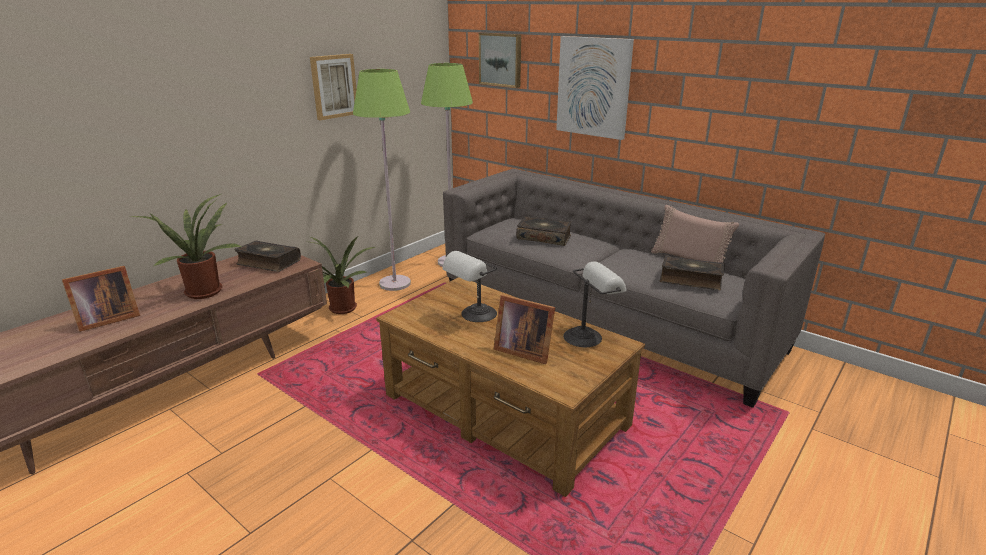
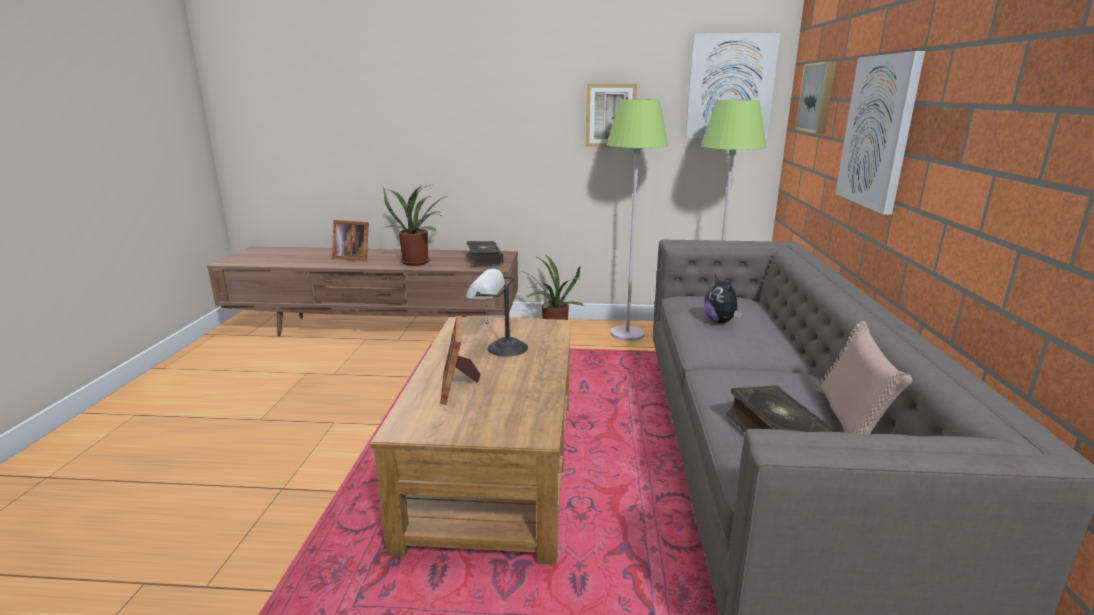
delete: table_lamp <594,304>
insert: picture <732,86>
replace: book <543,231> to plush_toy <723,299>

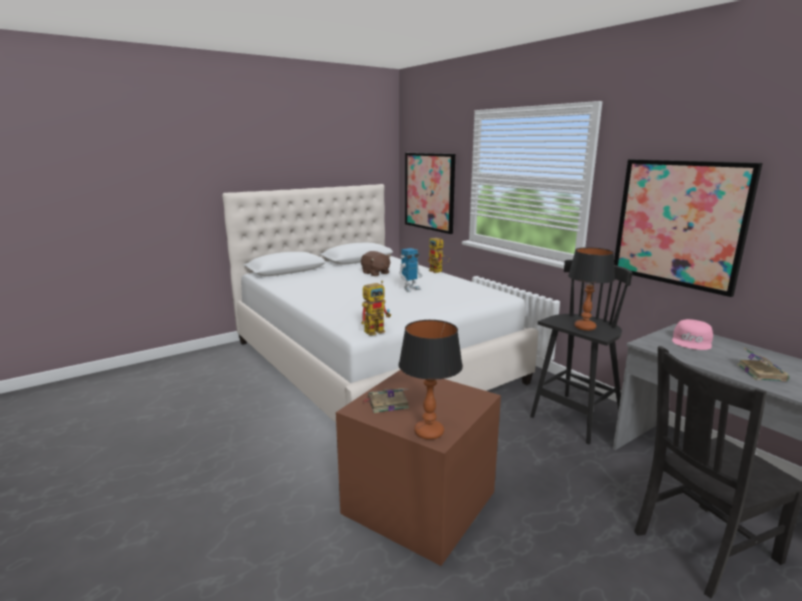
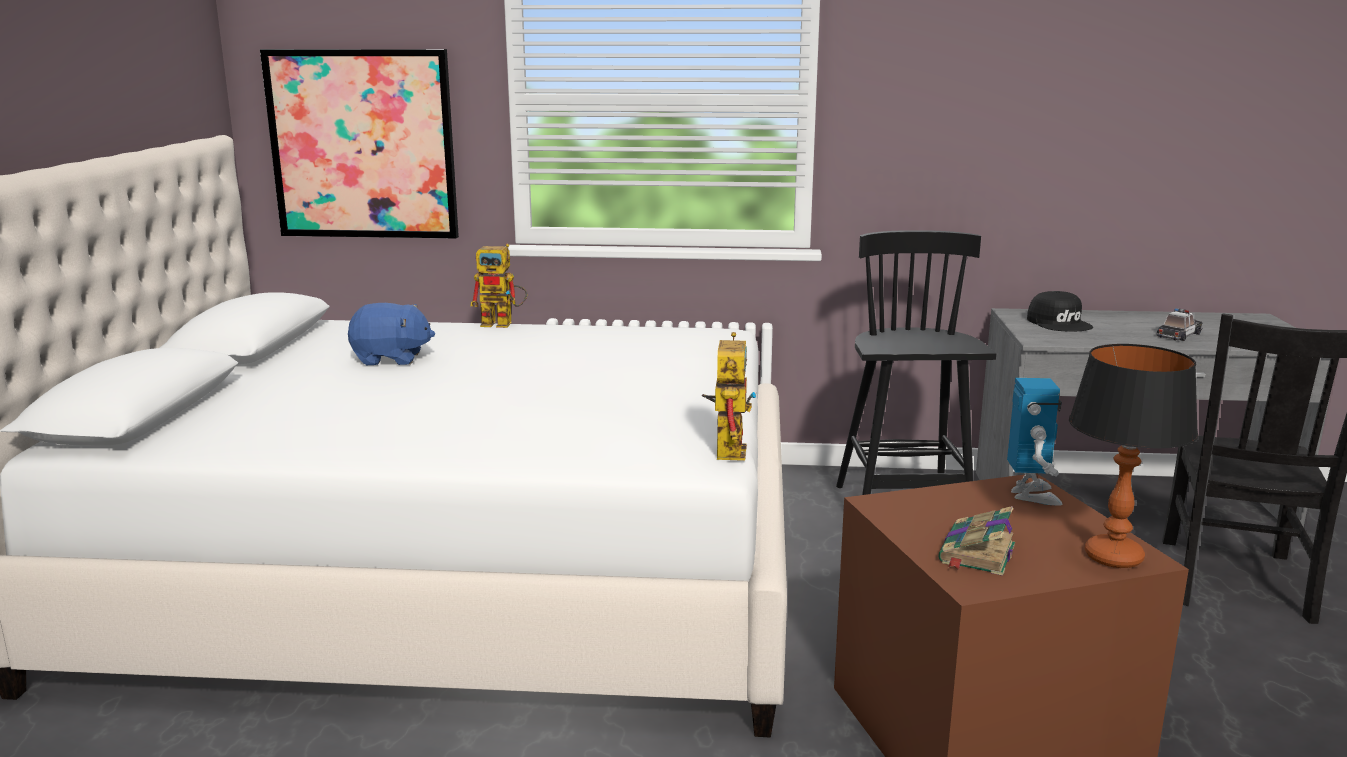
delete: picture <688,228>; table_lamp <591,289>
move: toy_robot <411,270> to <1035,442>
replace: book <763,364> to toy_car <1180,324>
recolor: brown_plush_toy <376,263> to blue_plush_toy <391,334>; pink_cap <692,334> to black_cap <1060,311>

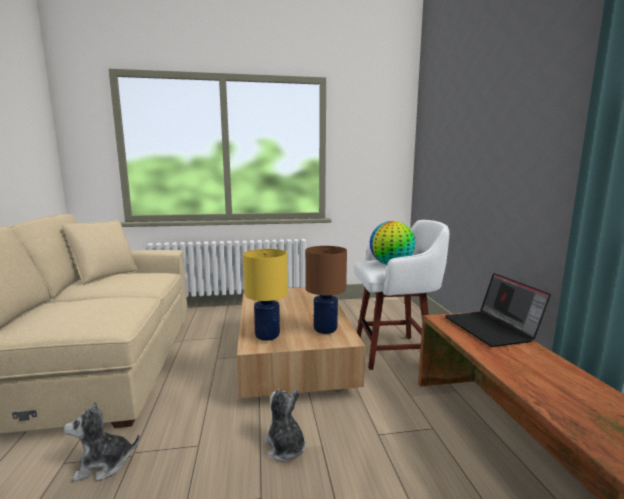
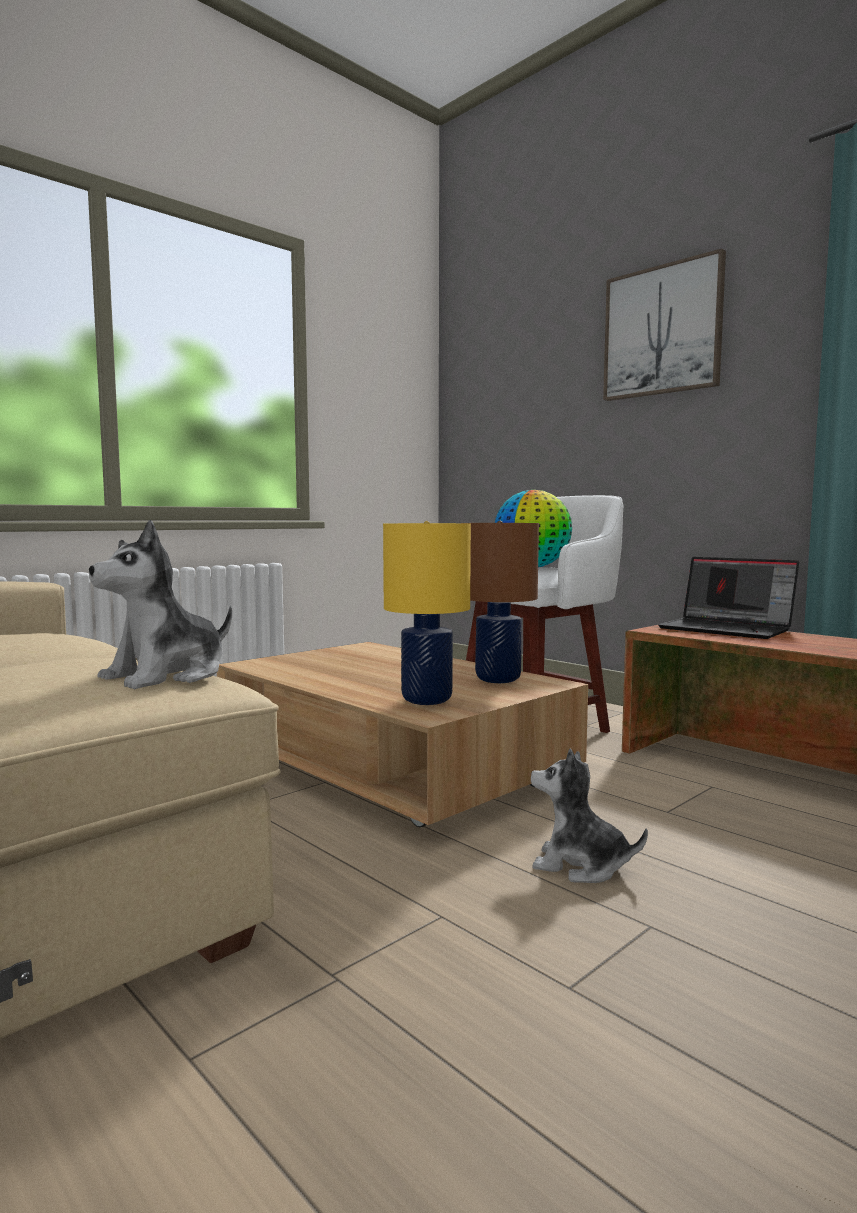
insert: picture <664,324>
move: plush_toy <102,442> to <160,605>

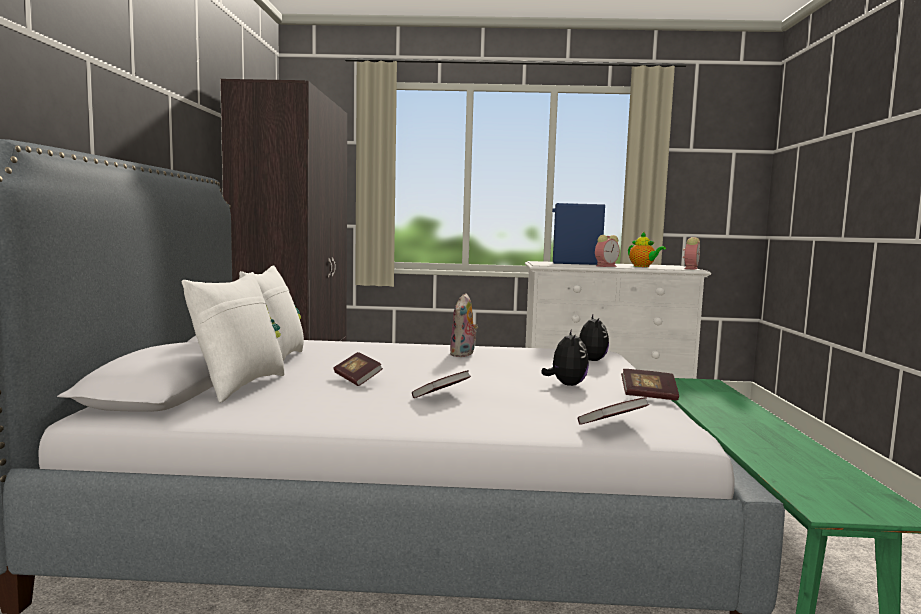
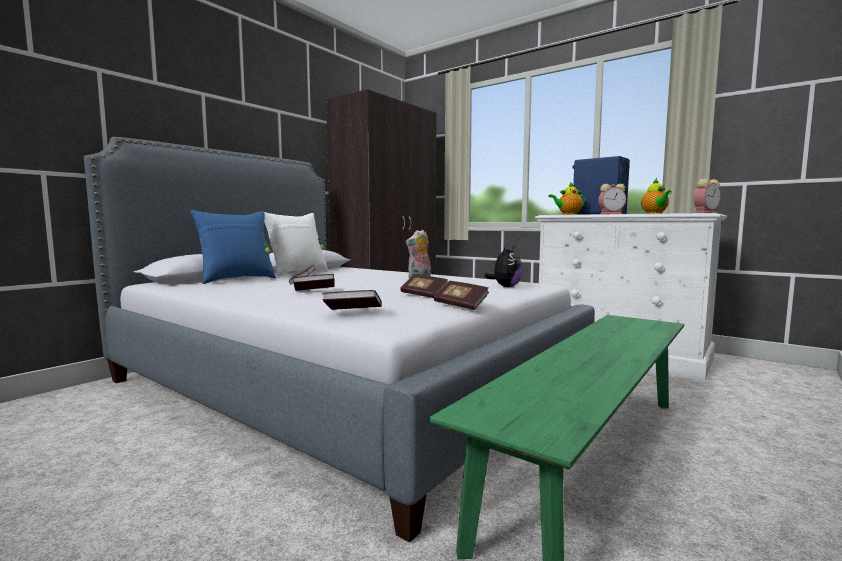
insert: teapot <566,198>
replace: plush_toy <565,357> to book <424,286>
recolor: white_pillow <232,337> to blue_pillow <233,247>

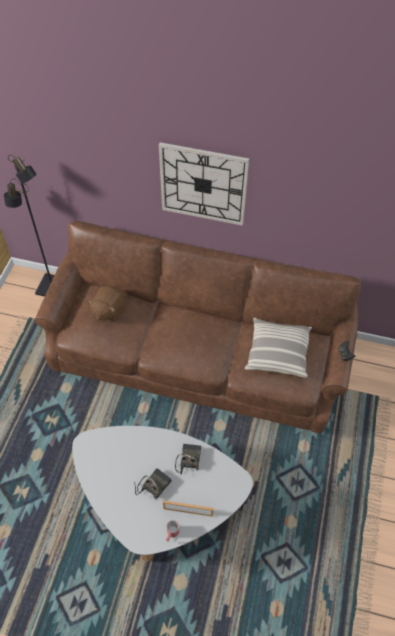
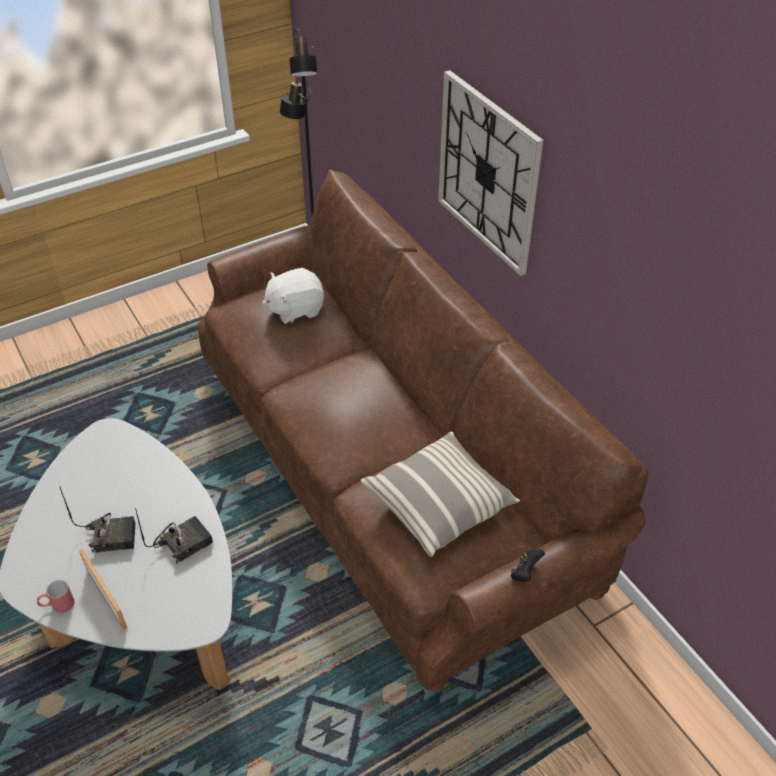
recolor: brown_plush_toy <106,304> to white_plush_toy <293,296>

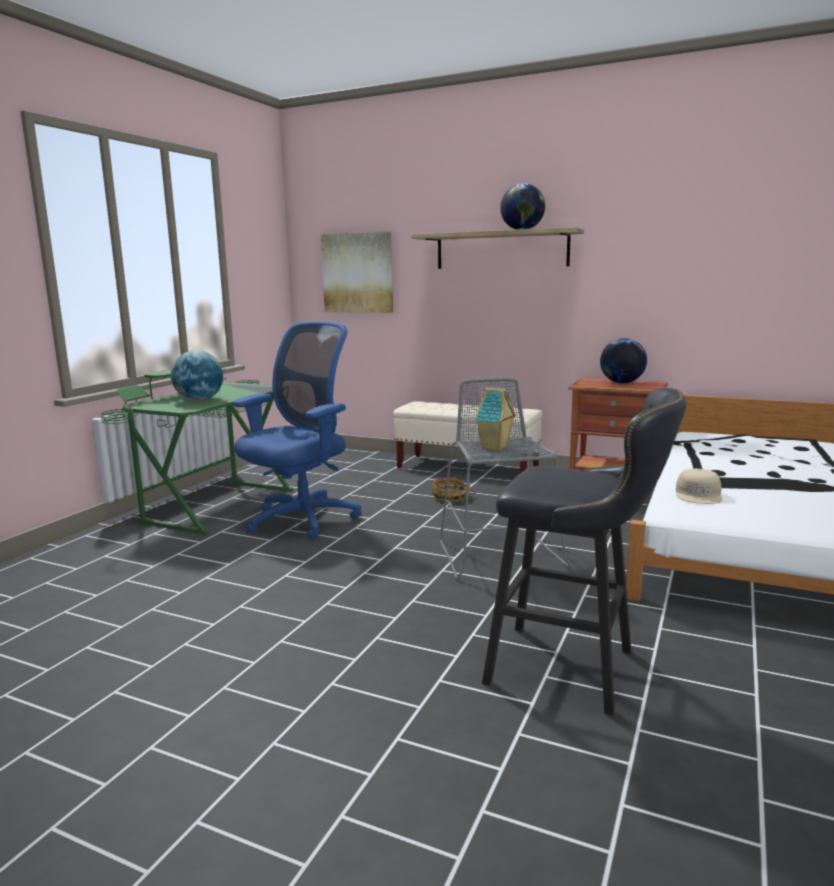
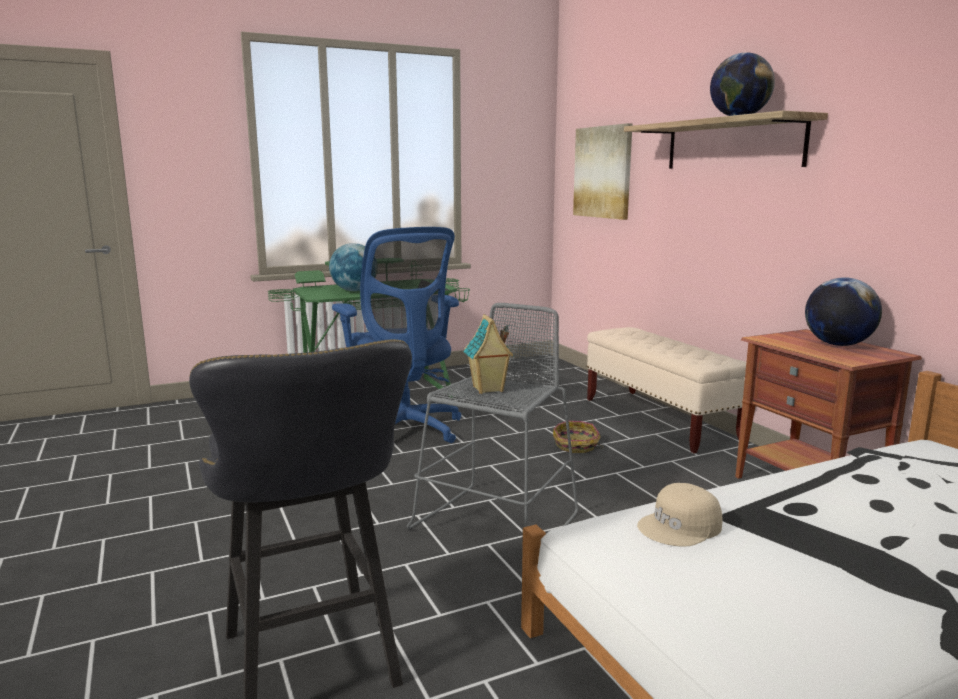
rotate: blue_office_chair <297,430> = <396,335> 75 degrees clockwise

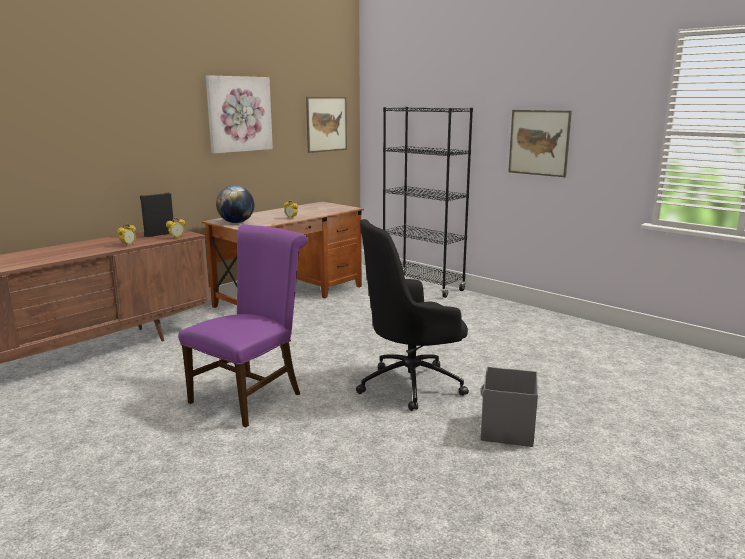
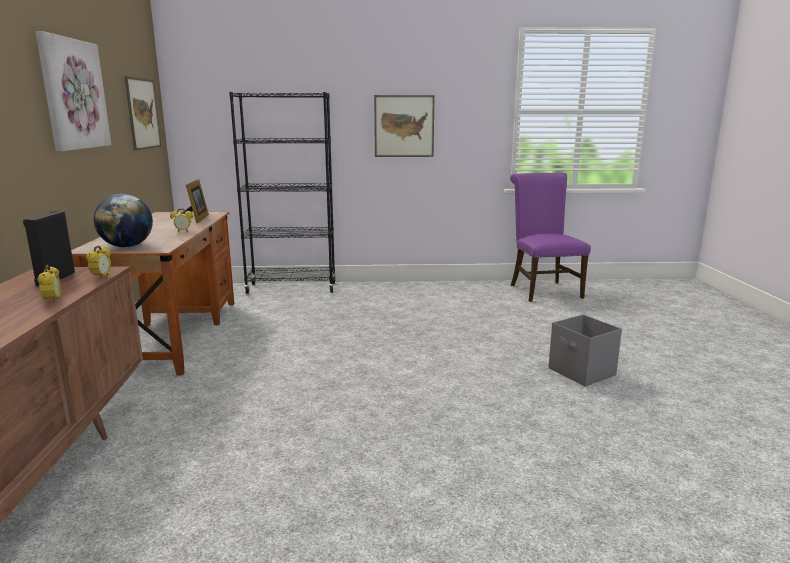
delete: black_office_chair <412,315>
insert: picture_frame <195,201>
move: purple_chair <243,325> to <550,237>

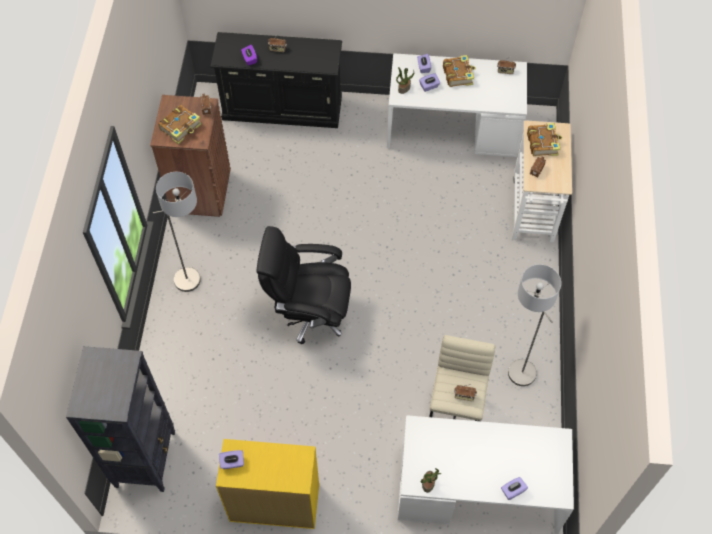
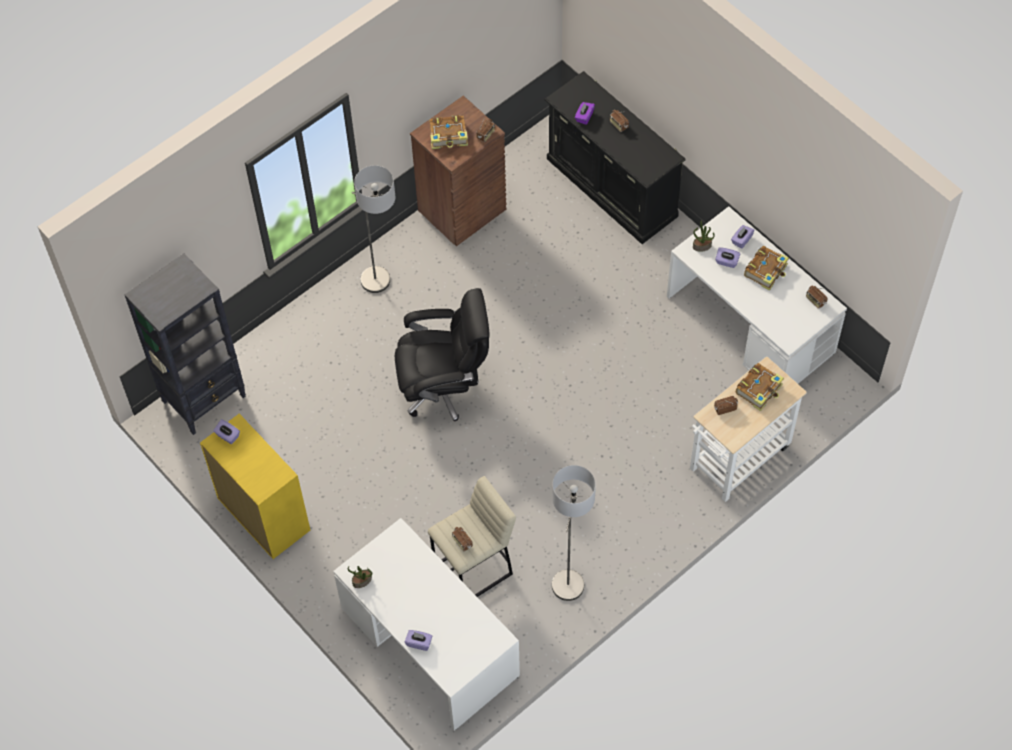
rotate: black_office_chair <304,285> = <442,354> 120 degrees clockwise

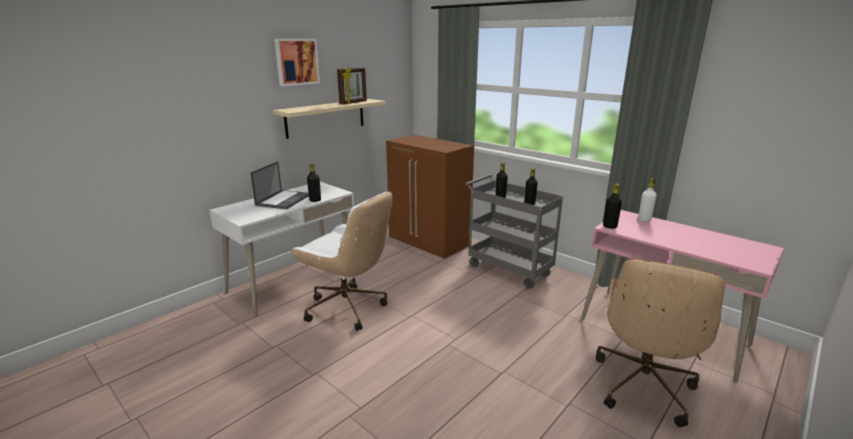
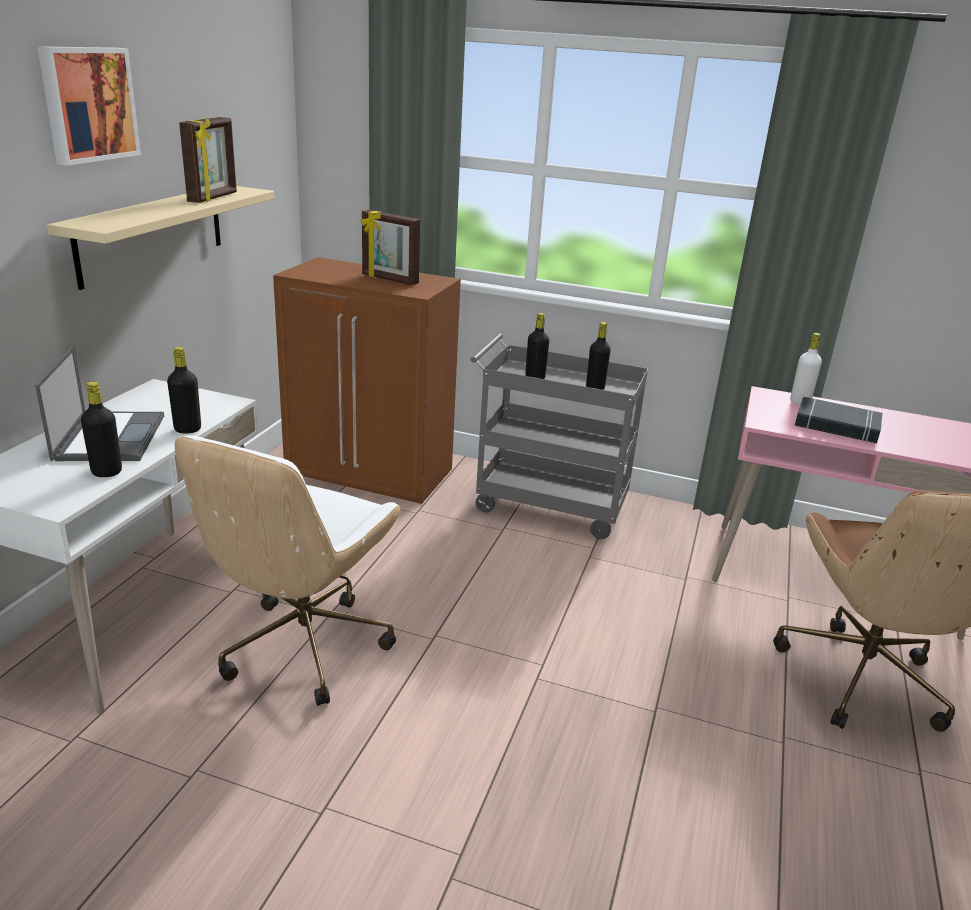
insert: picture_frame <390,247>; black_book <839,420>
move: black_bottle <612,206> to <101,429>
rotate: white_office_chair <342,261> = <287,570> 105 degrees clockwise

